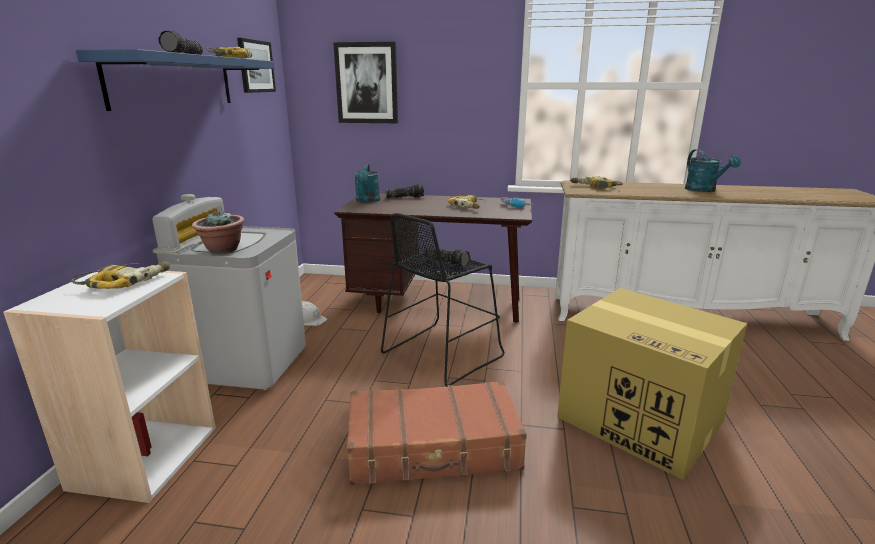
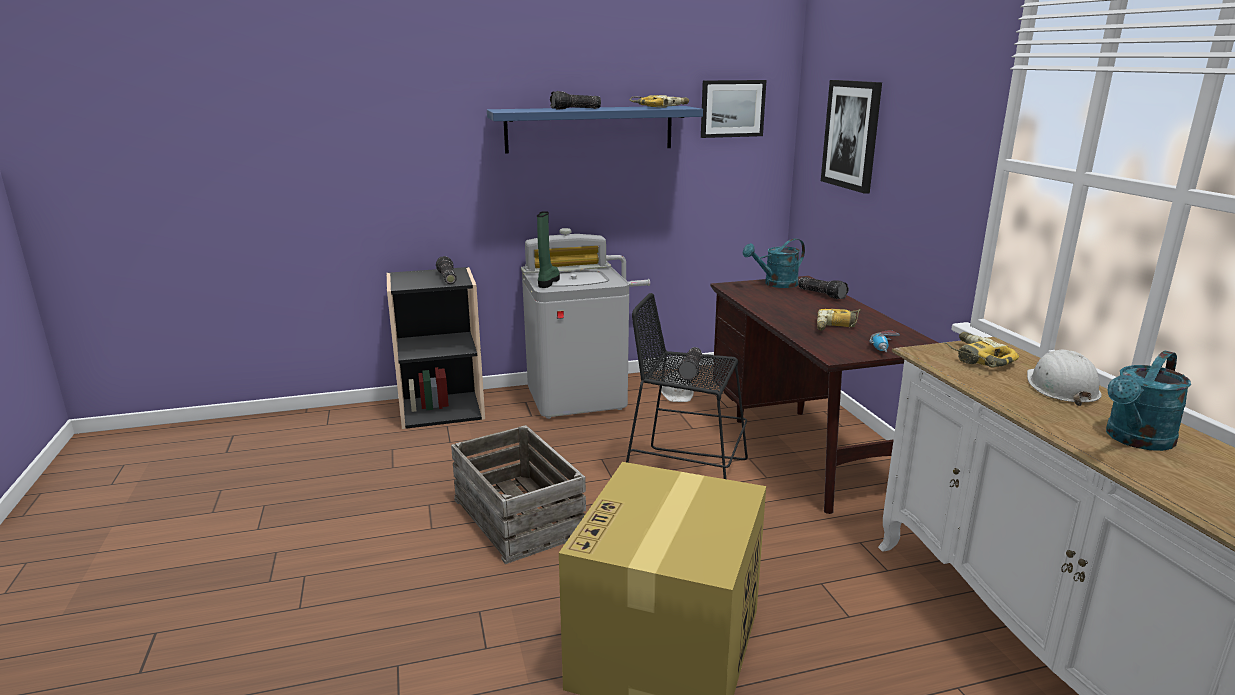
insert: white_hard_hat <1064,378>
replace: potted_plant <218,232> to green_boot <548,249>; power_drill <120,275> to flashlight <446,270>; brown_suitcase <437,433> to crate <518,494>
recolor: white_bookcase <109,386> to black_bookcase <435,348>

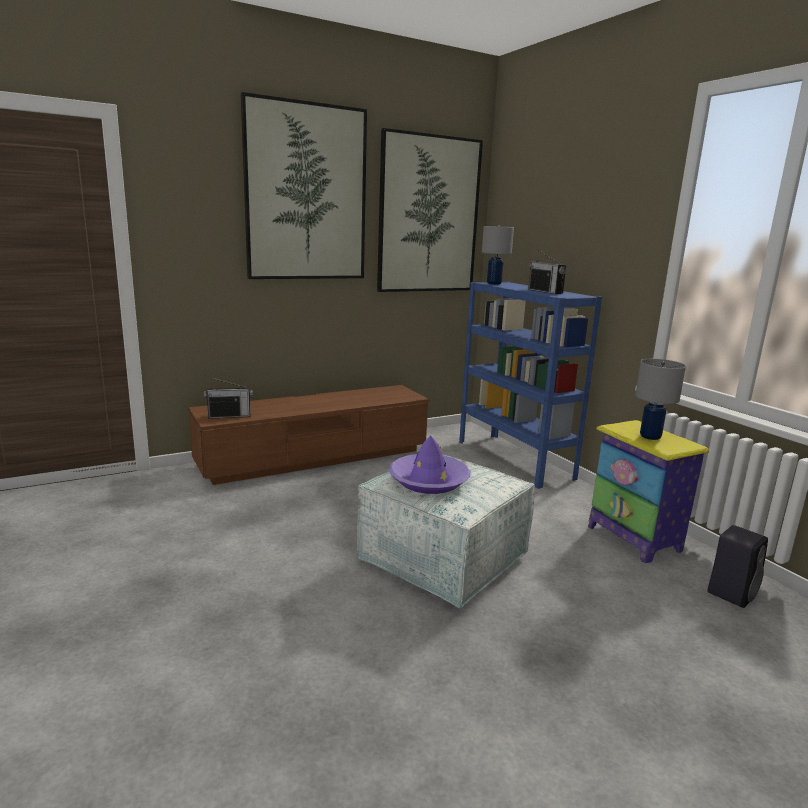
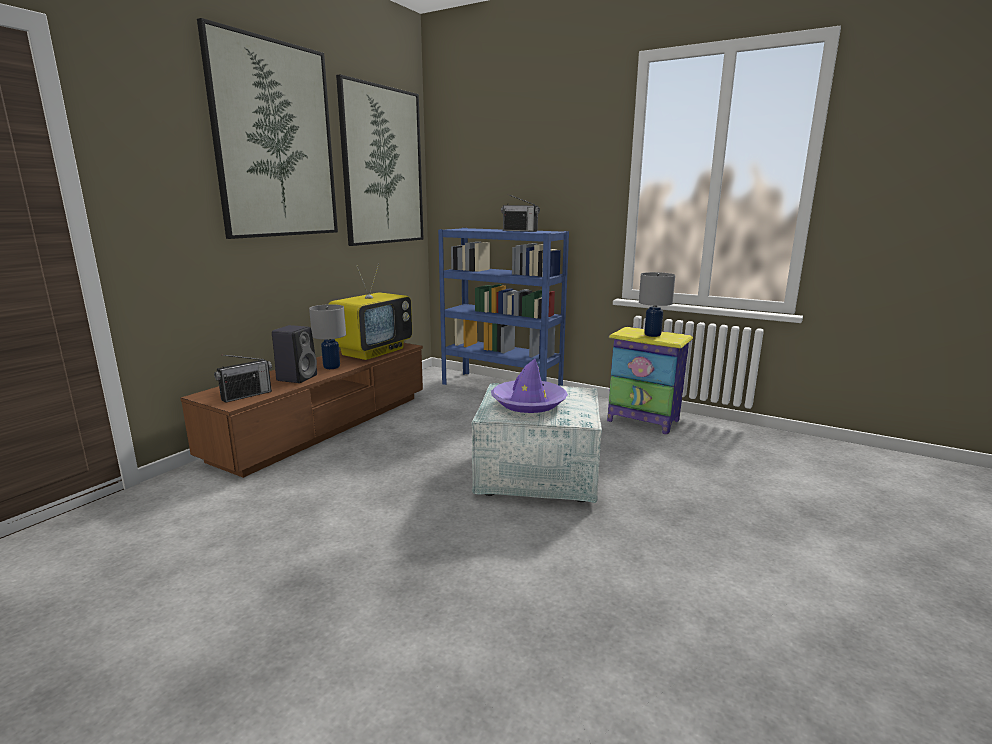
insert: television <370,312>
move: grey_table_lamp <498,254> to <327,336>; black_speaker <737,566> to <294,354>

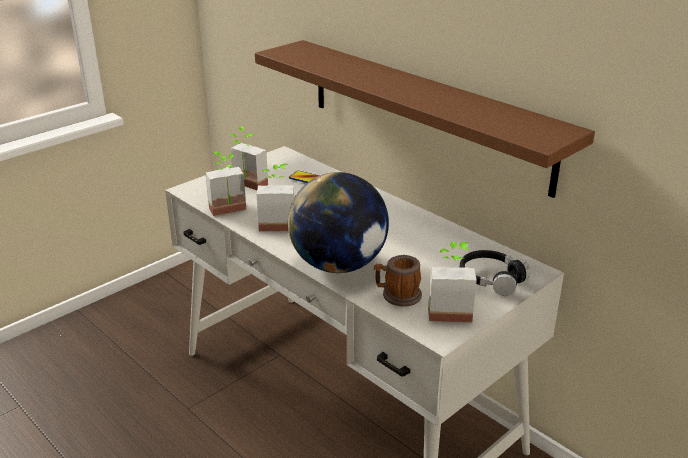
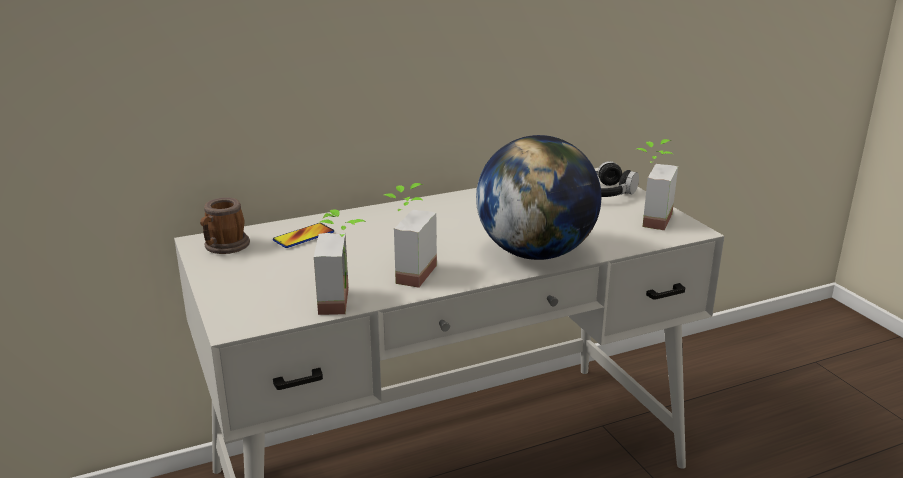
delete: brown_shelf <425,119>; potted_plant <248,158>
move: mug <398,281> to <225,225>

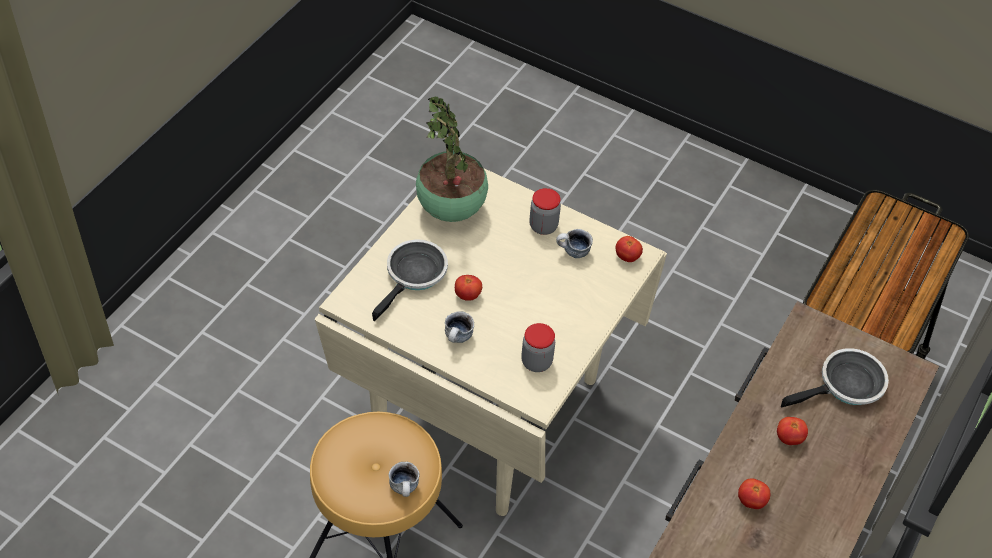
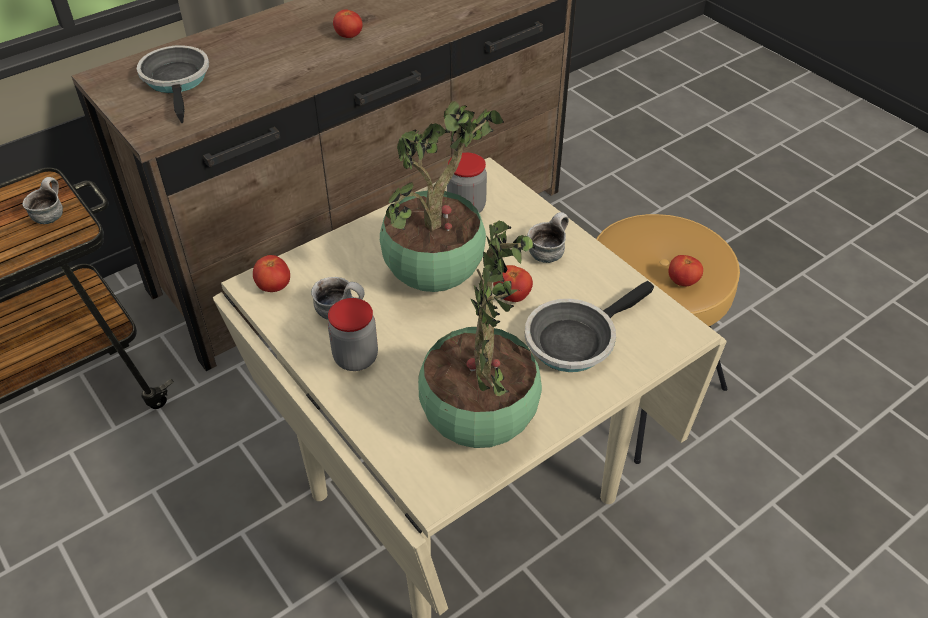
insert: potted_plant <442,196>
move: tomato <792,431> to <685,270>; mug <404,479> to <42,200>
rotate: frying_pan <835,377> = <173,84> 75 degrees clockwise

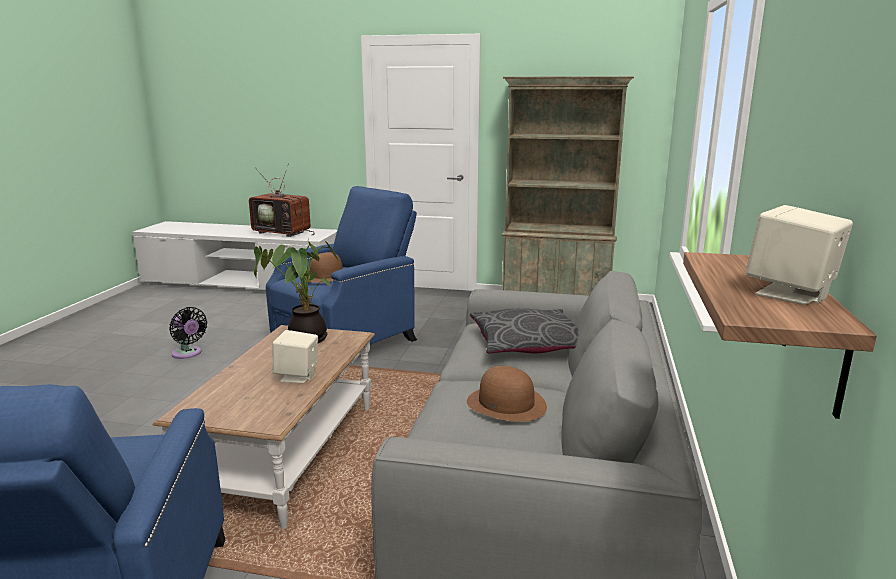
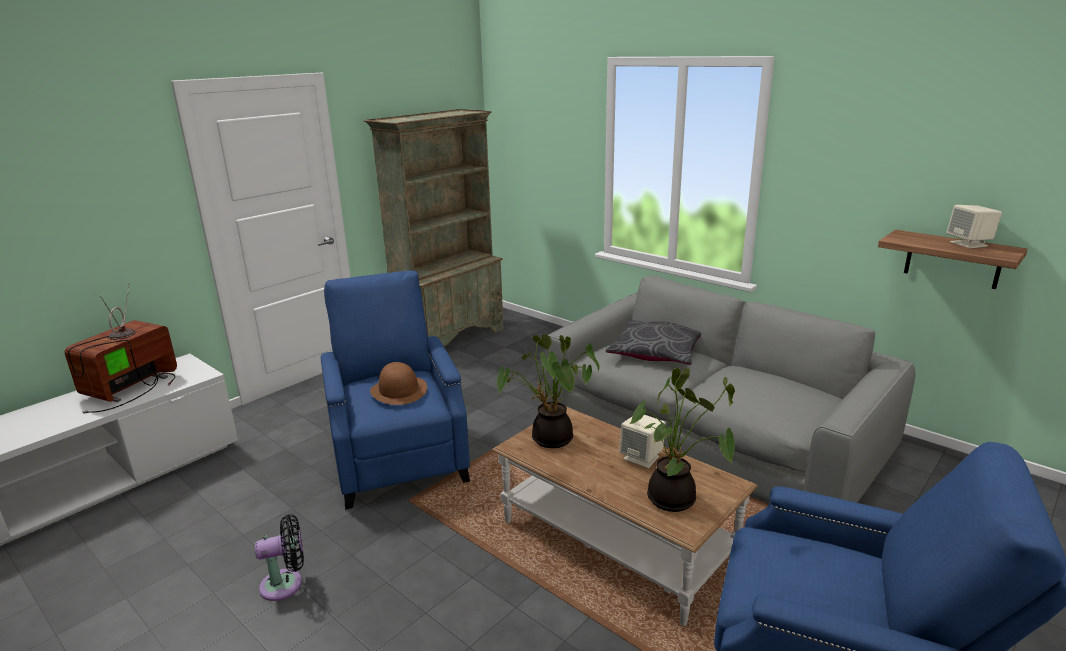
delete: brown_hat <507,394>
insert: potted_plant <682,440>
rotate: television <281,200> = <121,348> 150 degrees clockwise

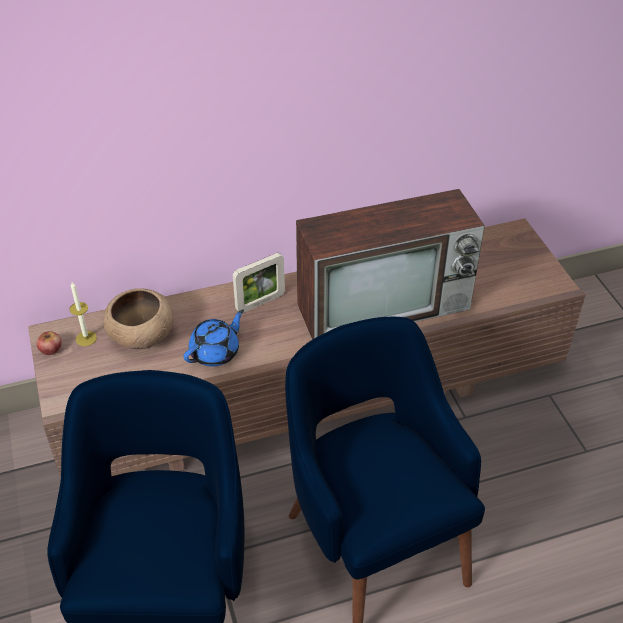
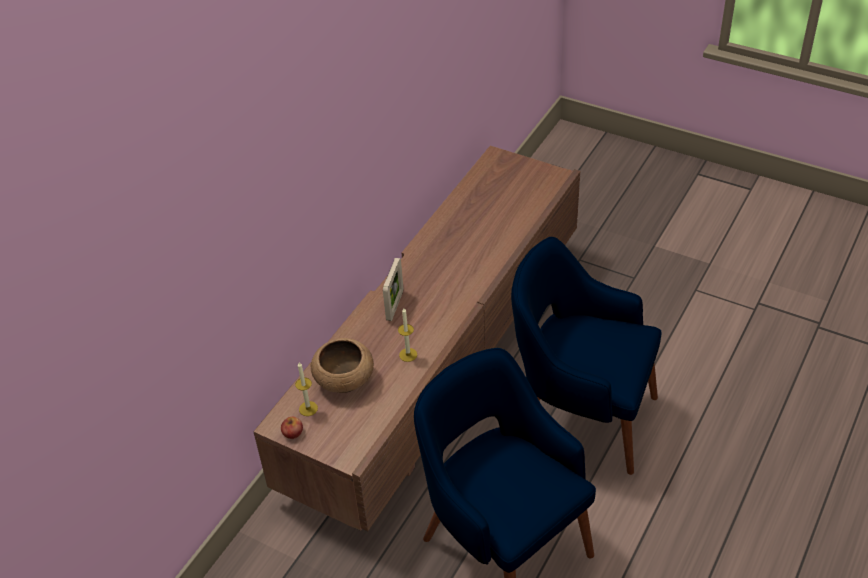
delete: television <390,264>
replace: blue_teapot <213,338> to candle <407,335>

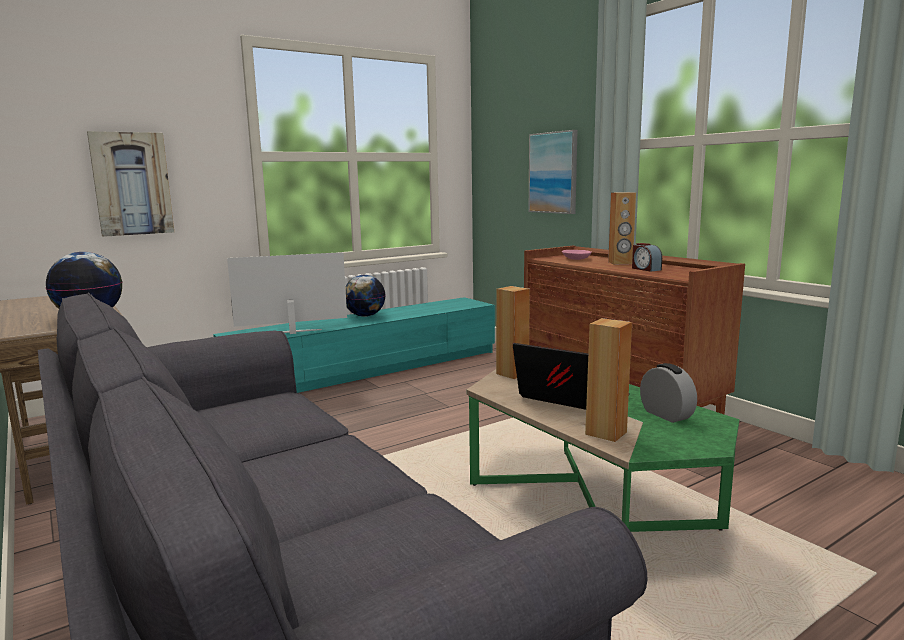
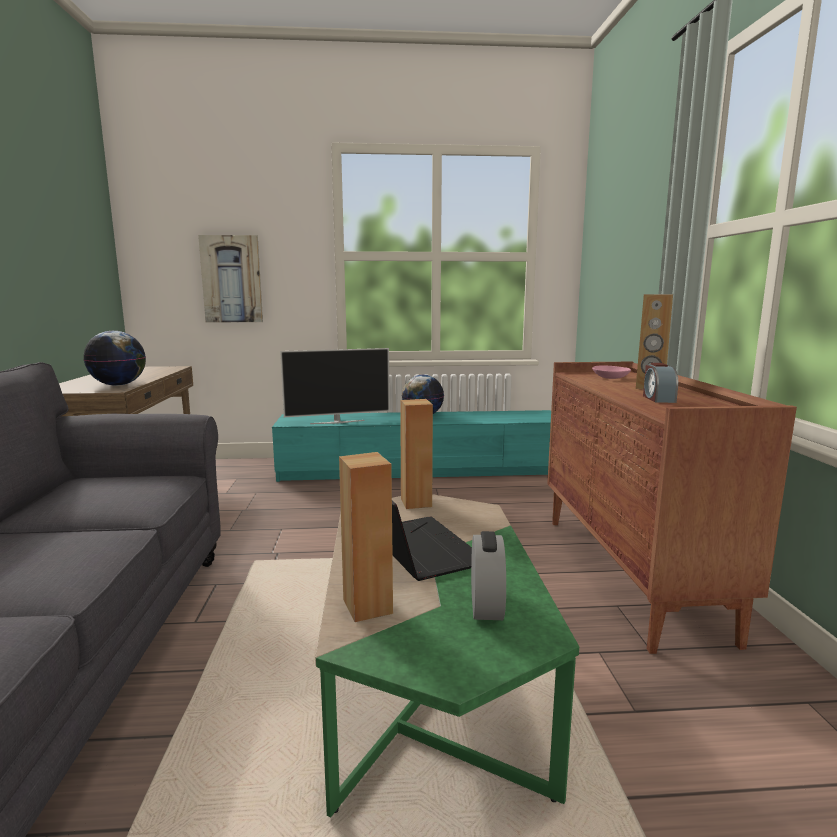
delete: picture <553,172>
rotate: television <287,293> = <335,386> 150 degrees clockwise

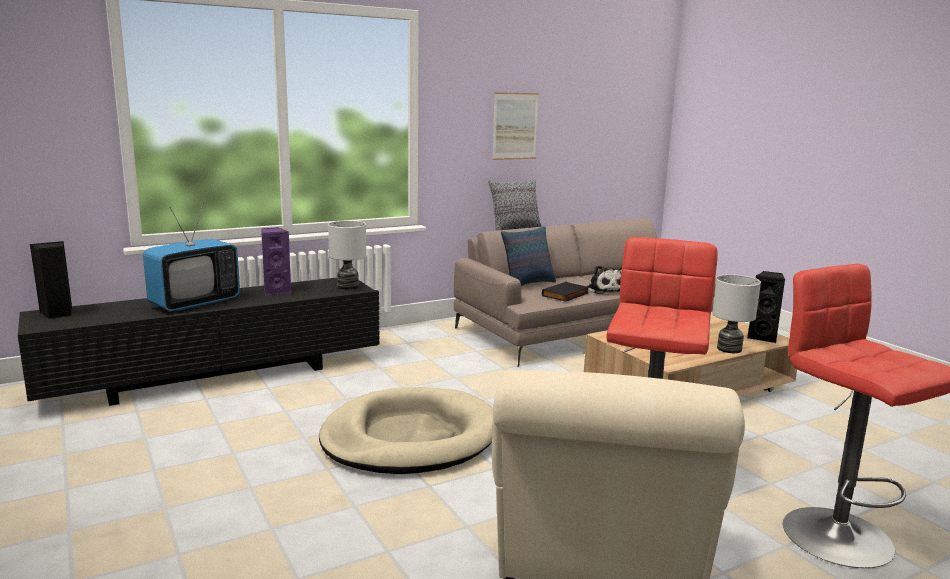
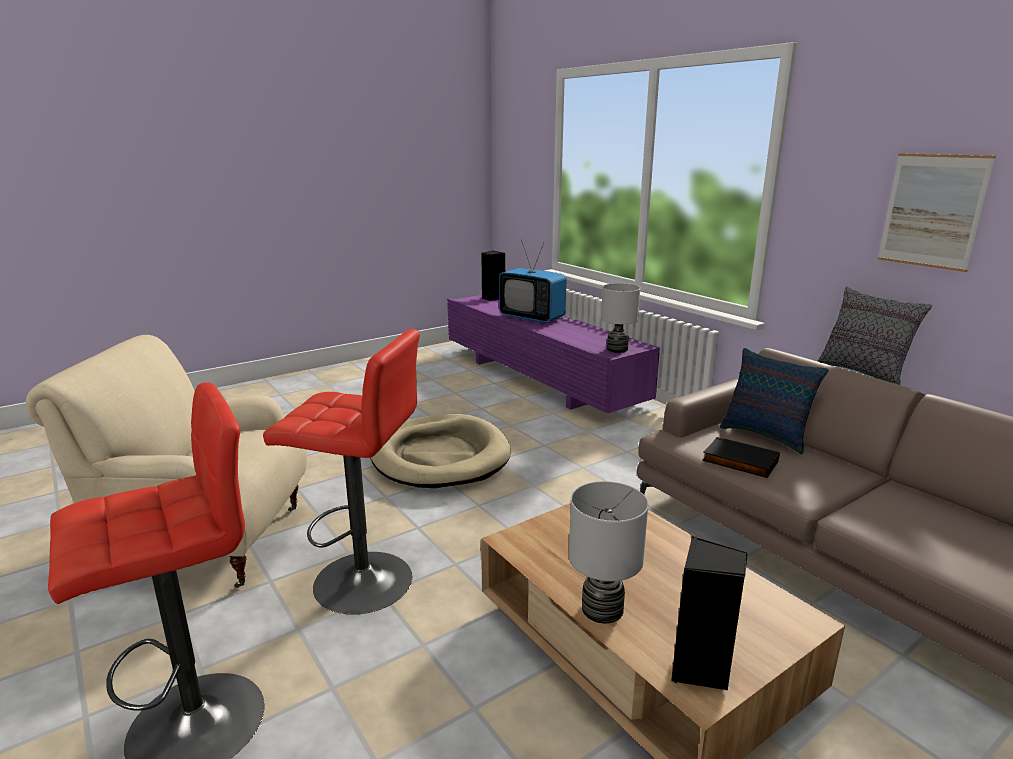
delete: purple_speaker <276,261>; plush_toy <604,279>
recolor: black_tv_stand <198,342> to purple_tv_stand <553,354>

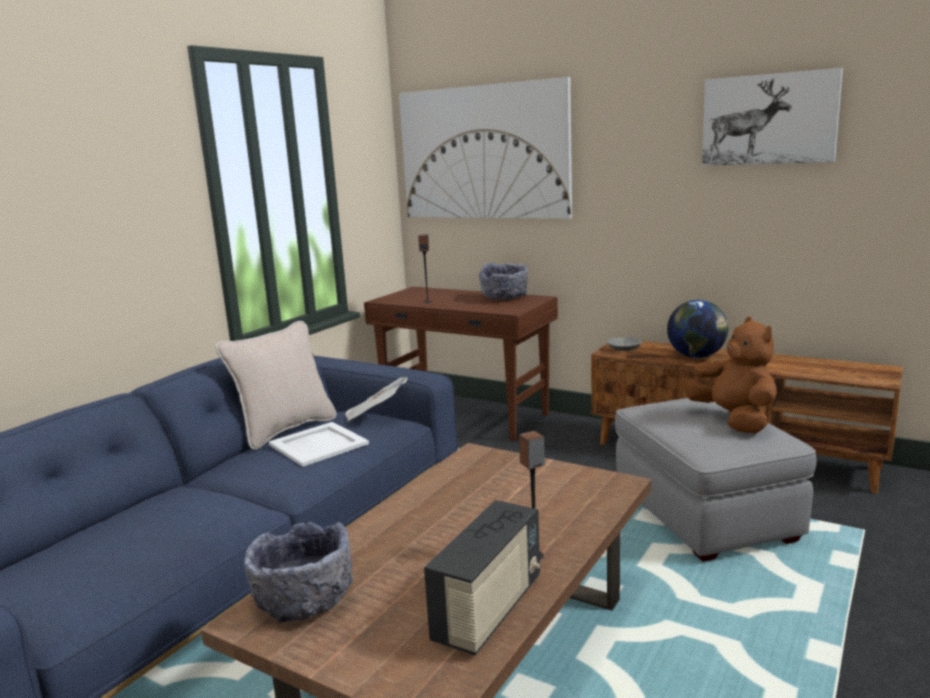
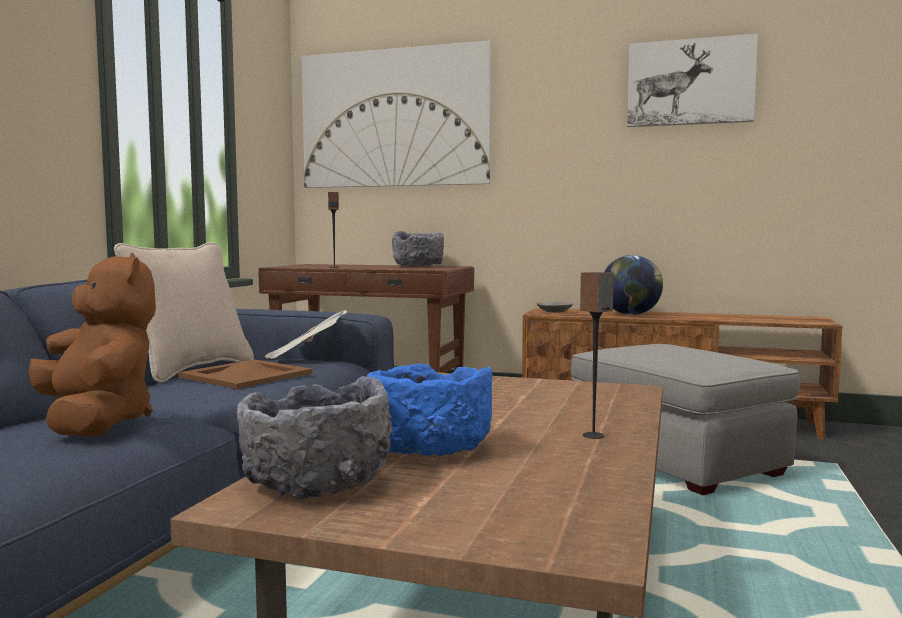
delete: radio <482,578>
insert: blue_bowl <429,410>
move: brown_plush_toy <730,375> to <92,345>
recolor: white_tray <319,444> to brown_tray <245,374>

